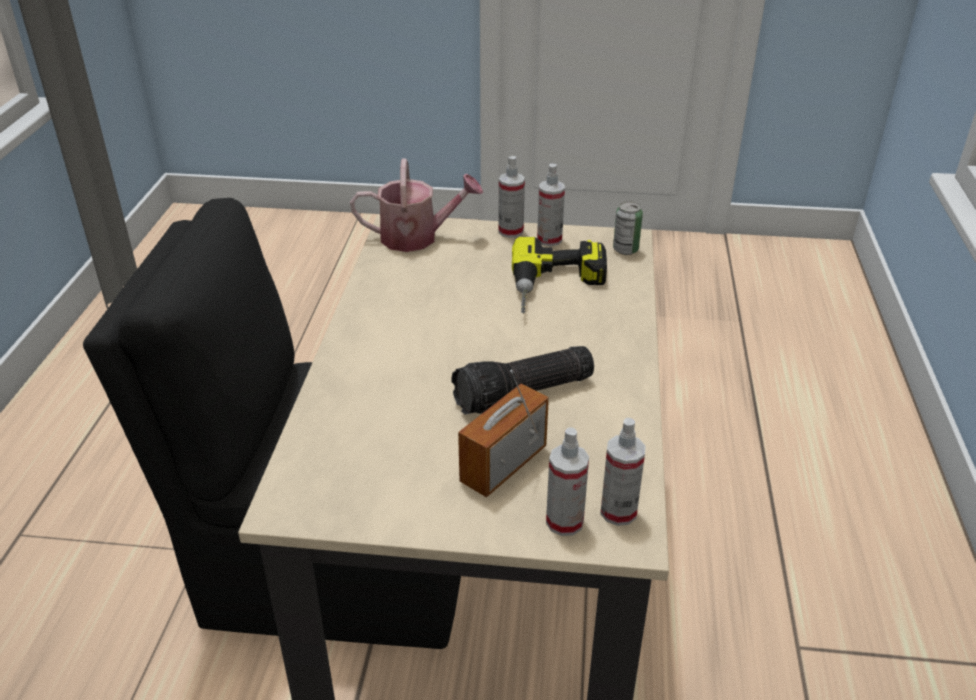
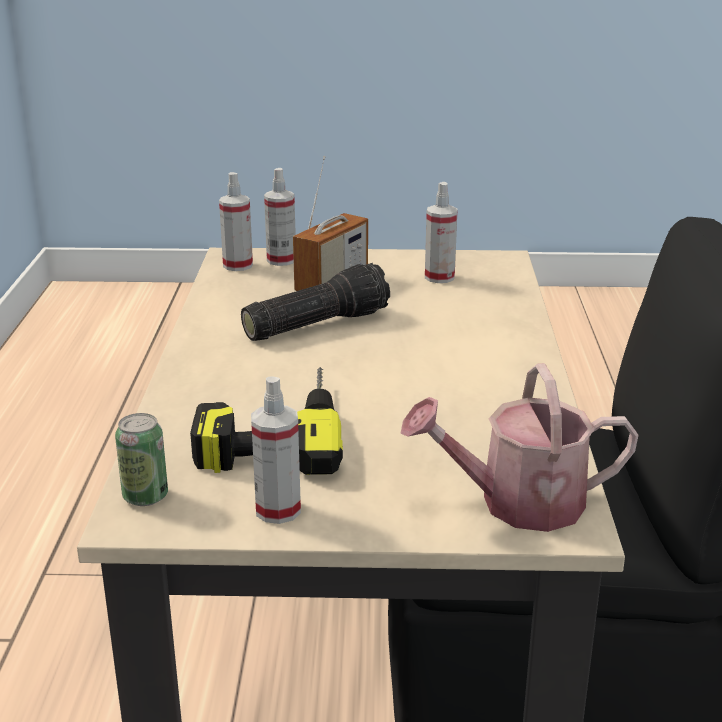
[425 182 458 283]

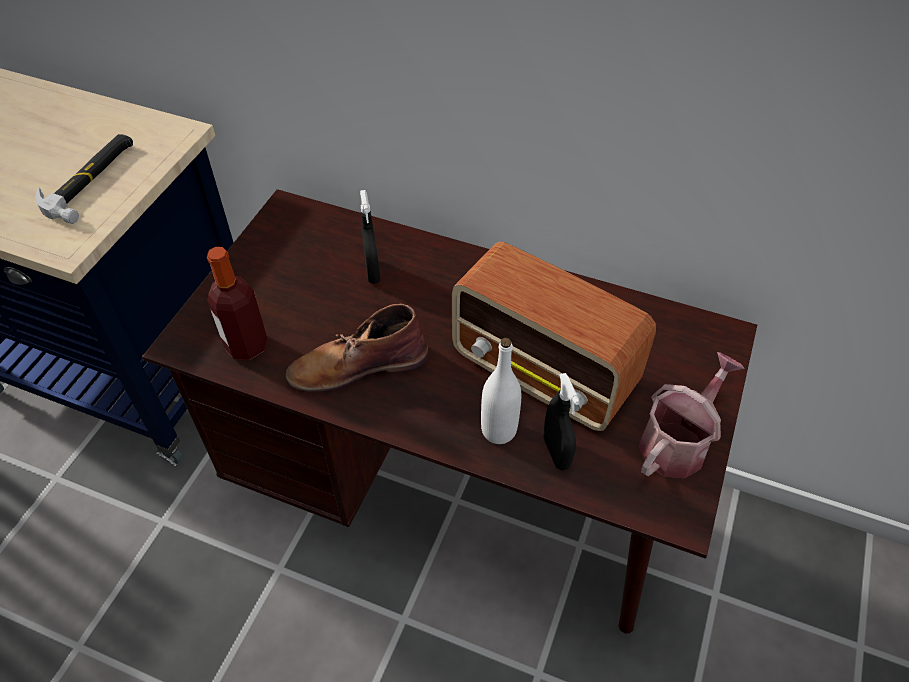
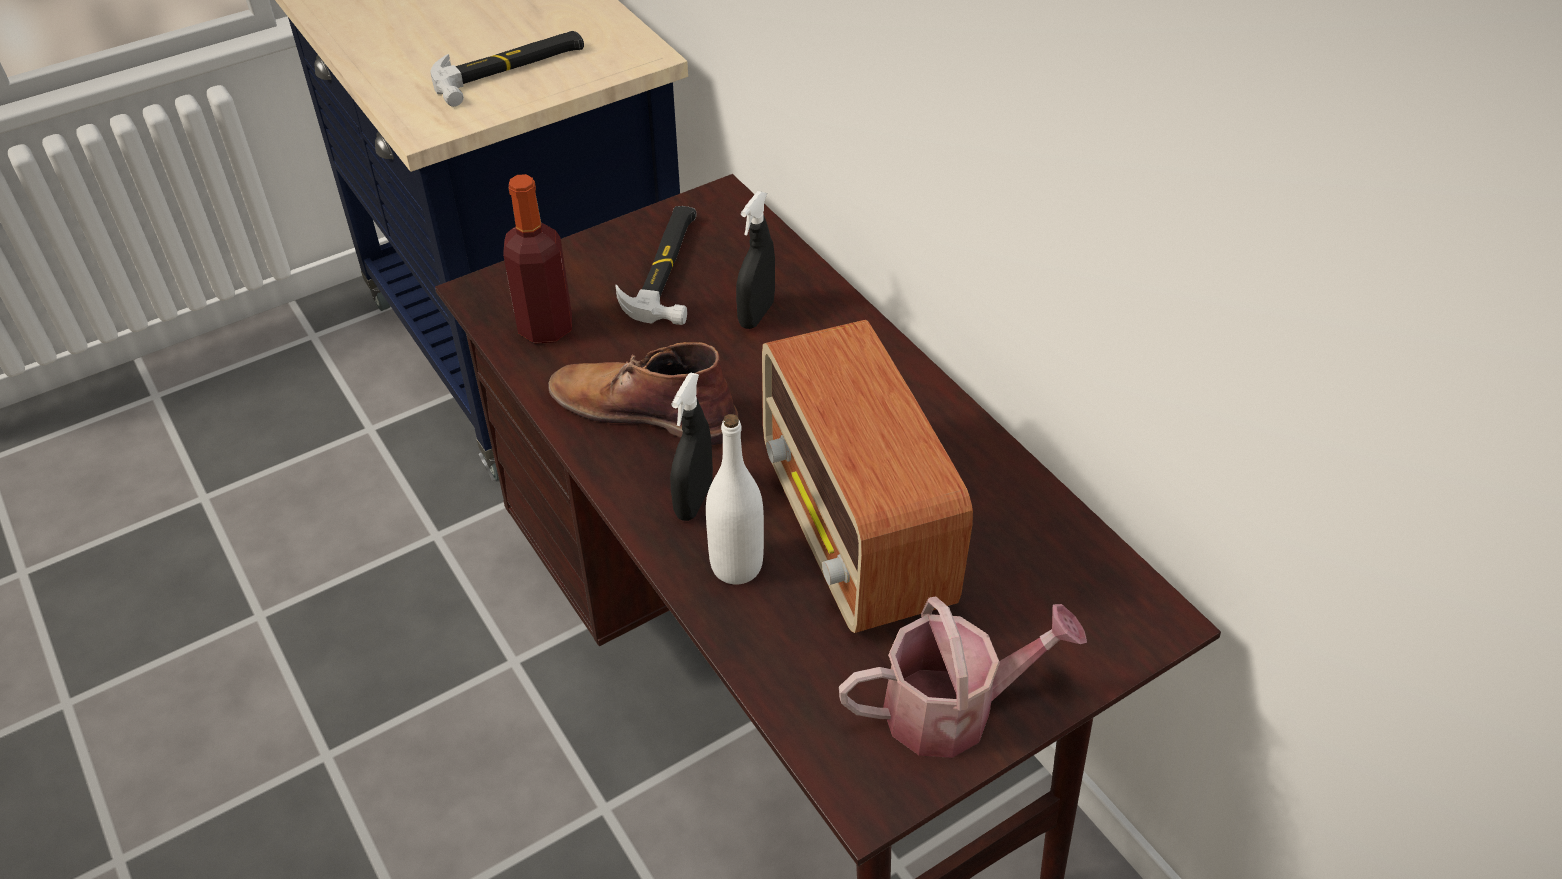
[615 206 697 325]
[670 373 713 521]

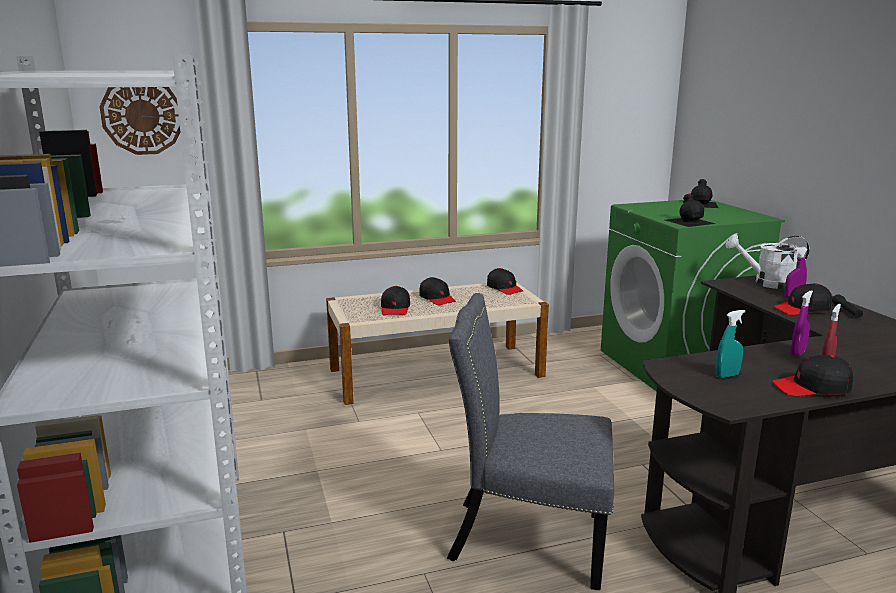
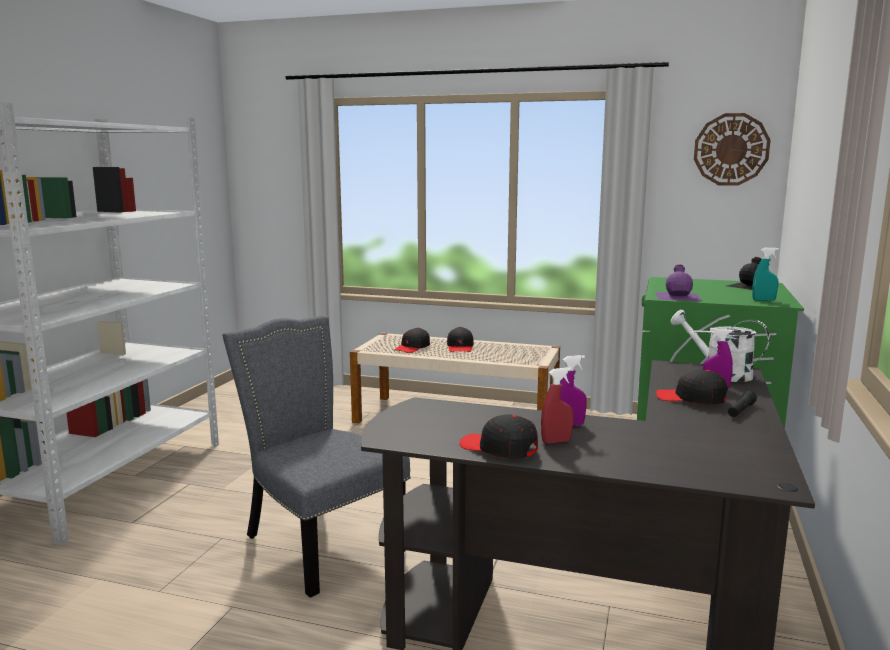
[487 268 523 295] (first image)
[694 113 771 186]
[752 248 779 301]
[655 265 702 301]

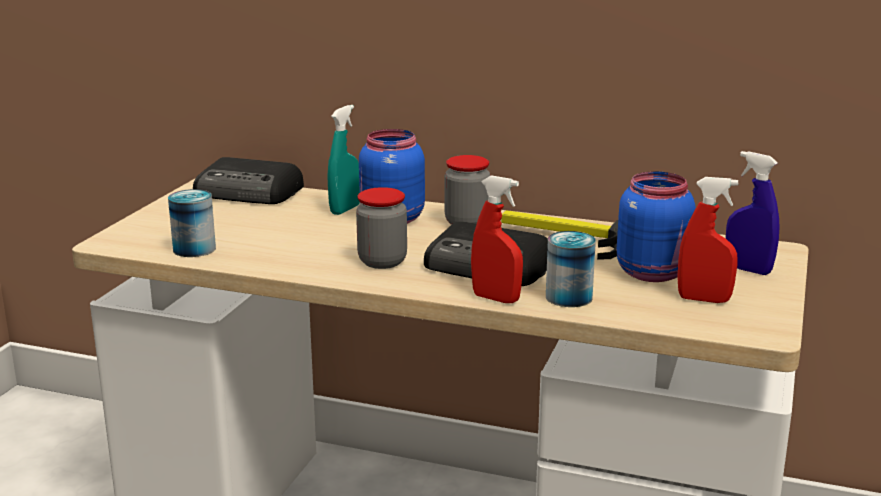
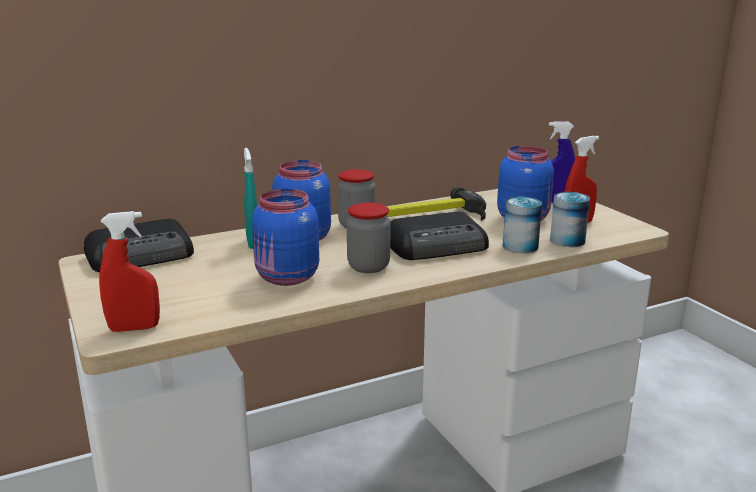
[252 189 319 286]
[550 192 590 247]
[99 211 160 332]

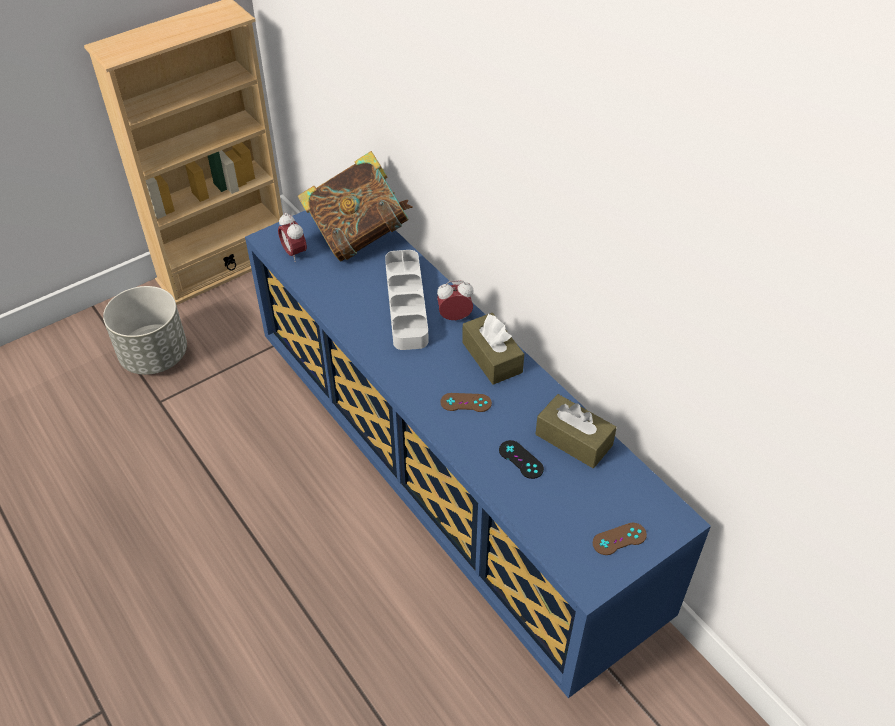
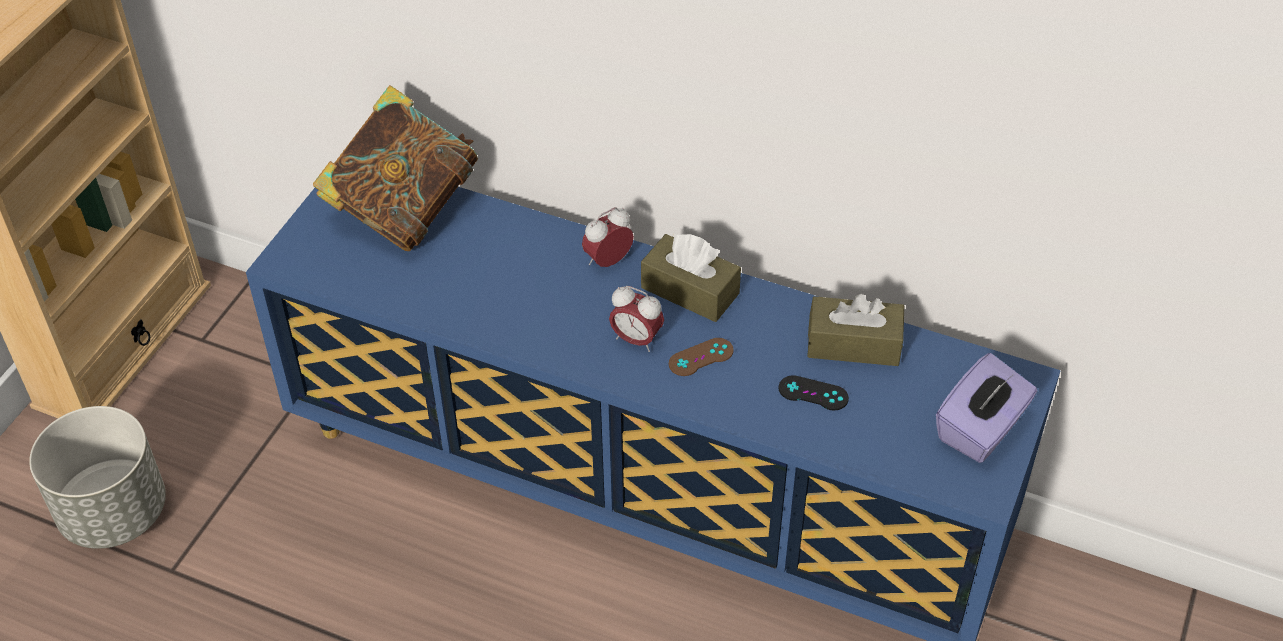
[385 250 429 350] (first image)
[609 286 664 352]
[936 353 1037 463]

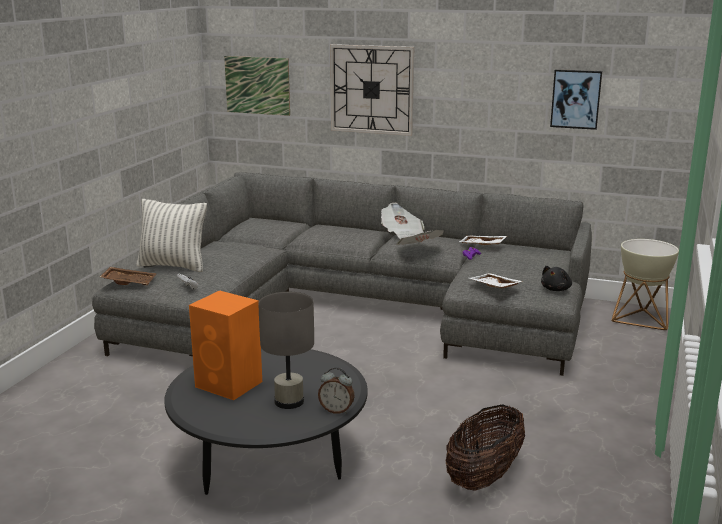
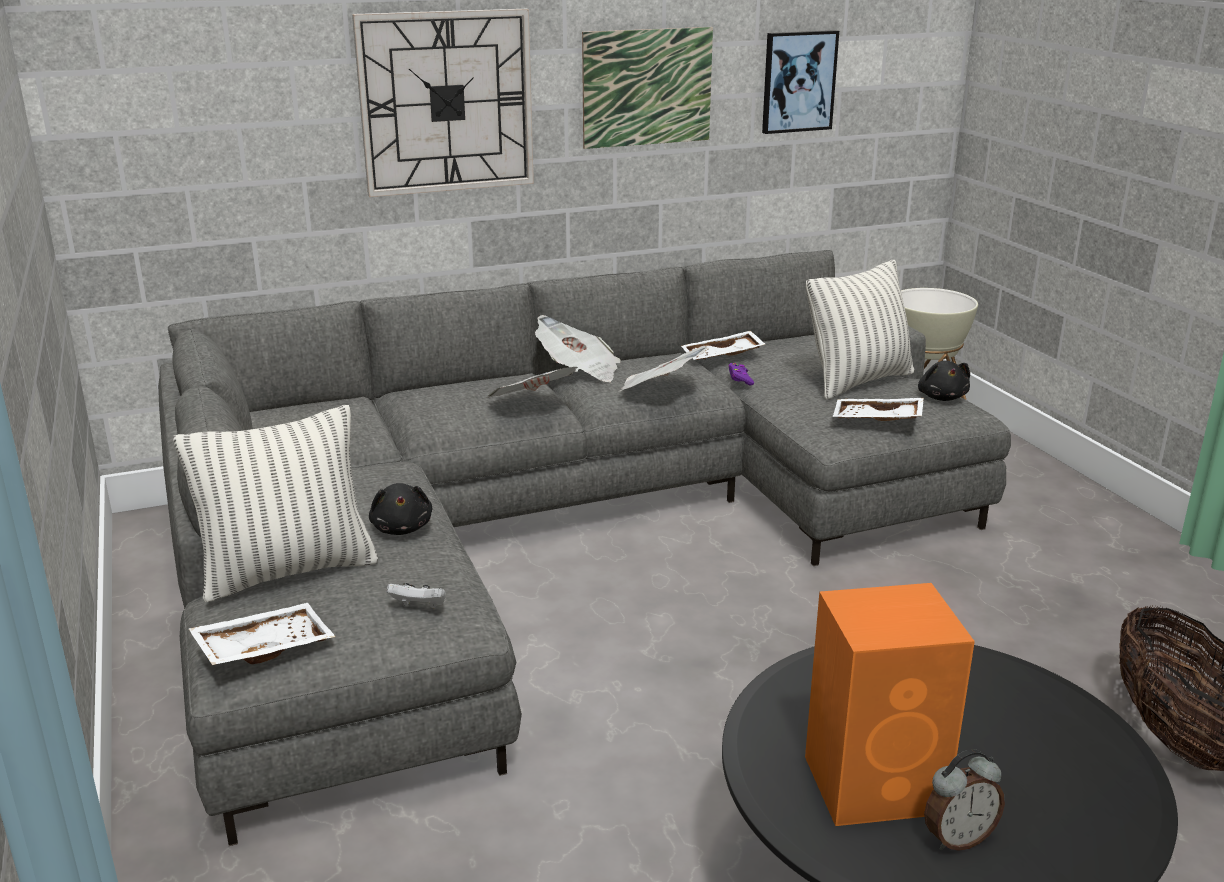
[259 292 314 409] (first image)
[369 483 432 535]
[486 367 578 398]
[806 260 914 400]
[582 27 713 149]
[924 749 1005 851]
[189 603 336 665]

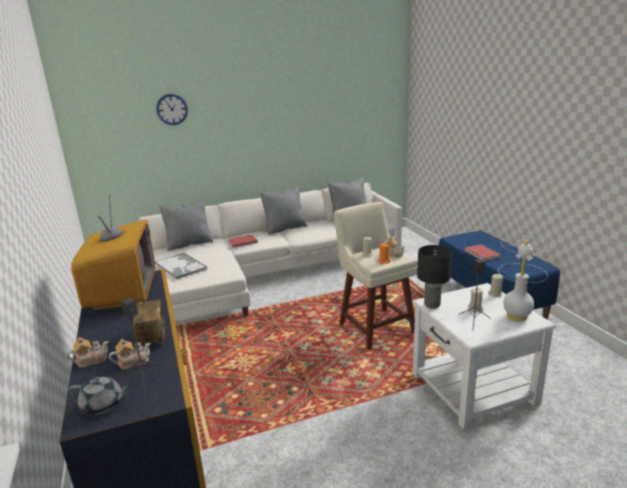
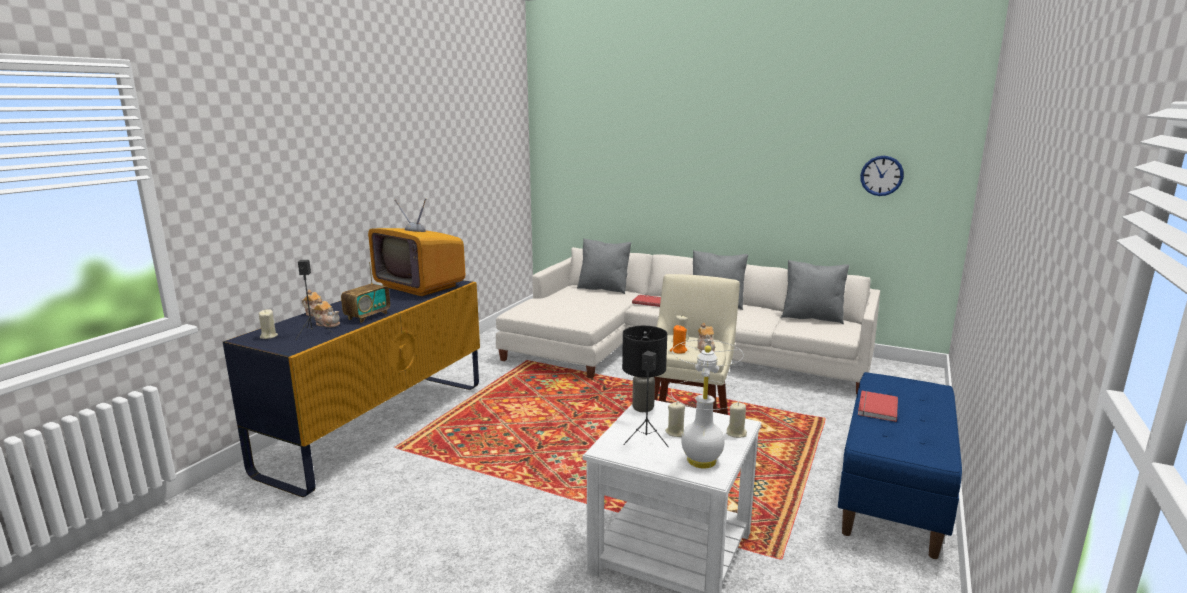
[155 253 207 279] (first image)
[860 156 904 196]
[259 309 278 339]
[368 198 465 296]

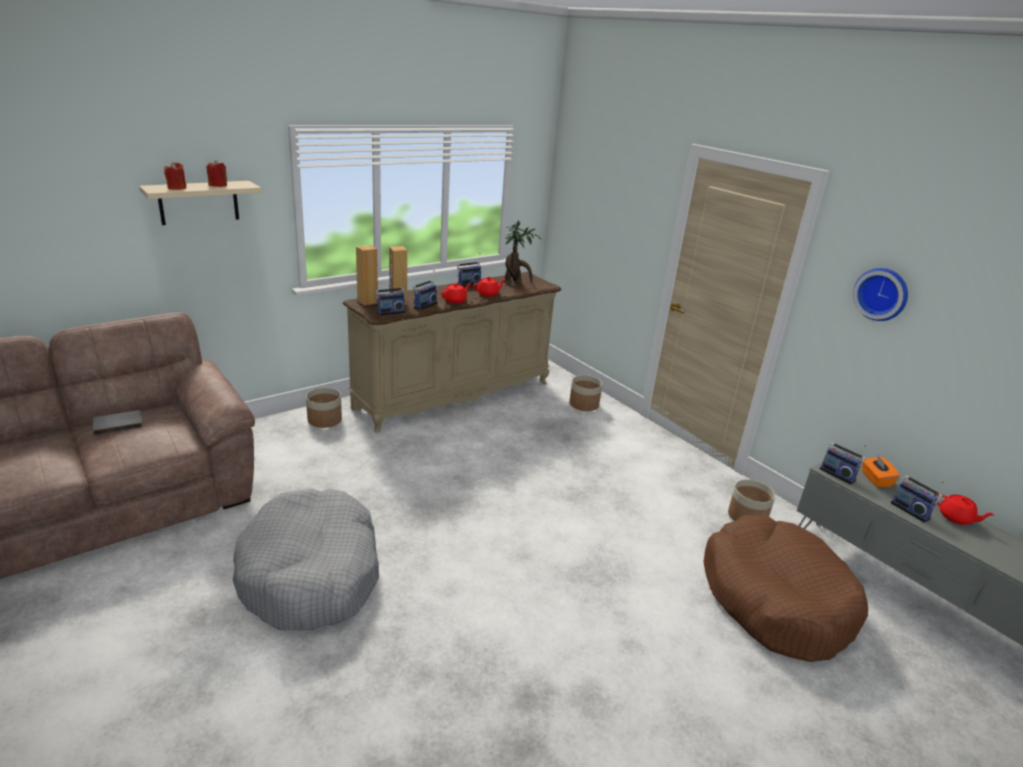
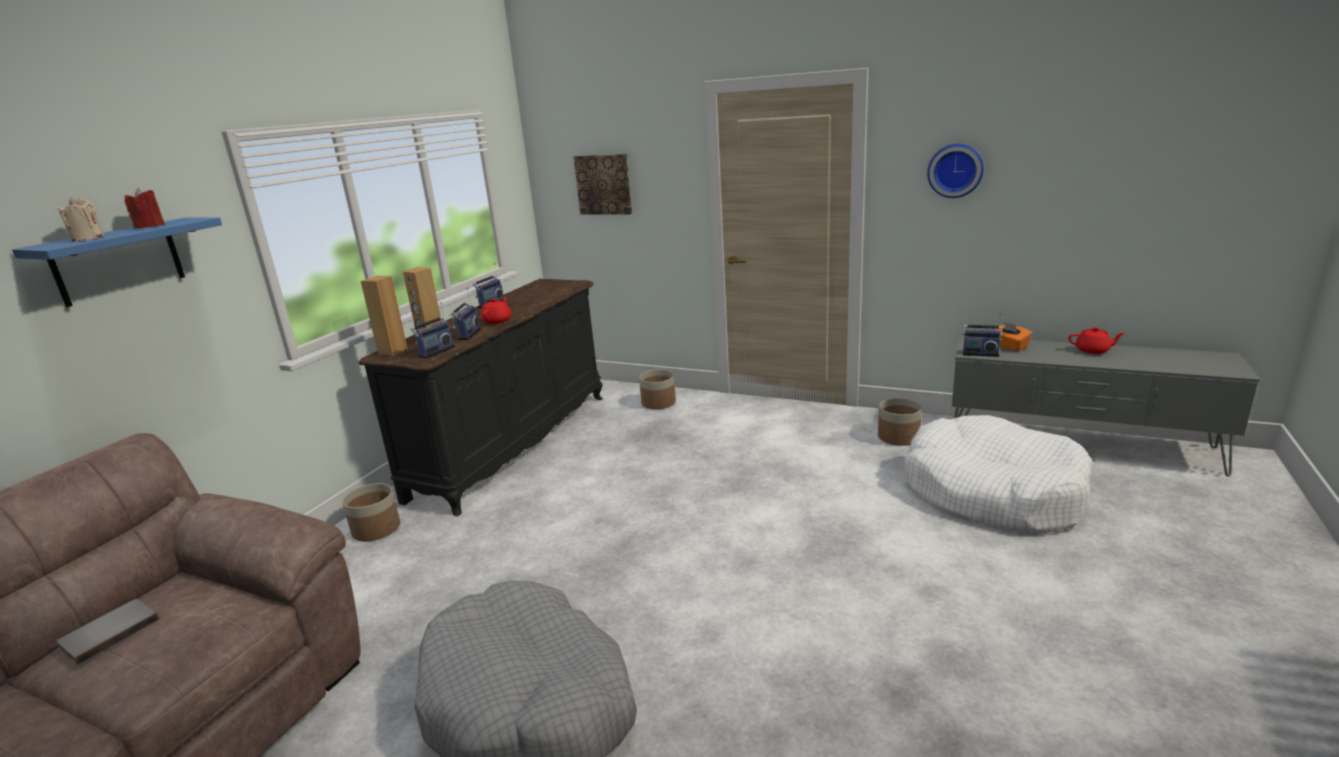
[473 277 506 296] (first image)
[504 219 541 284] (first image)
[890 476 943 523] (first image)
[573 154 632 215]
[12 217 222 307]
[57 198 104 242]
[359 279 603 516]
[904 415 1092 535]

